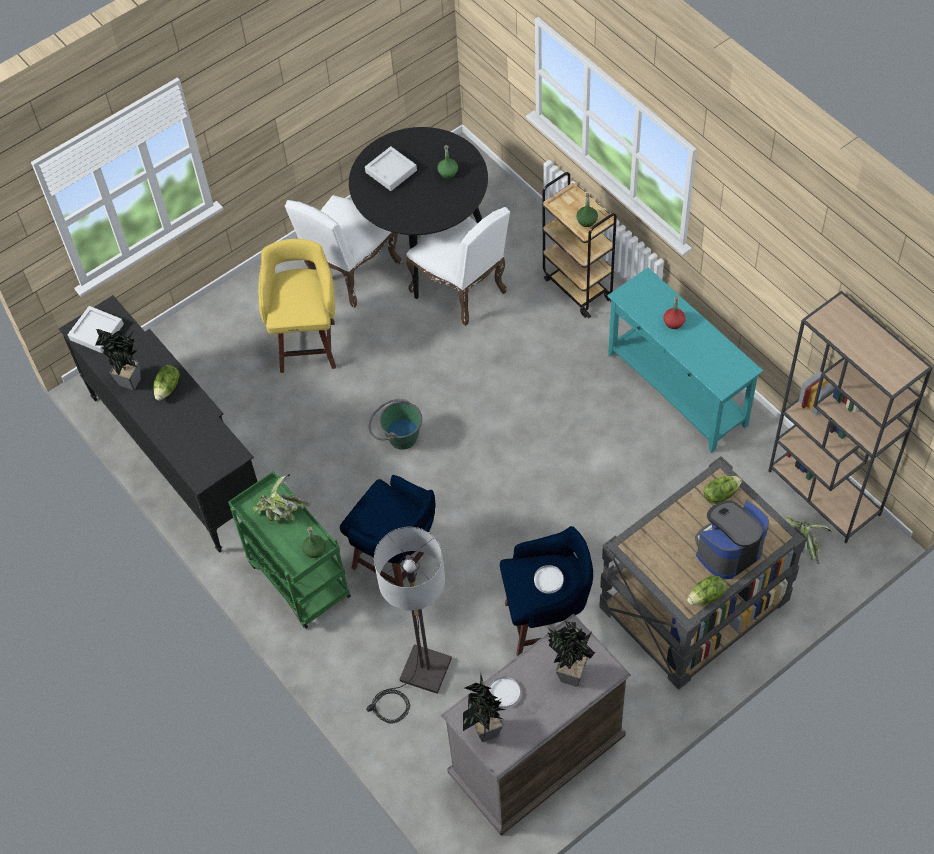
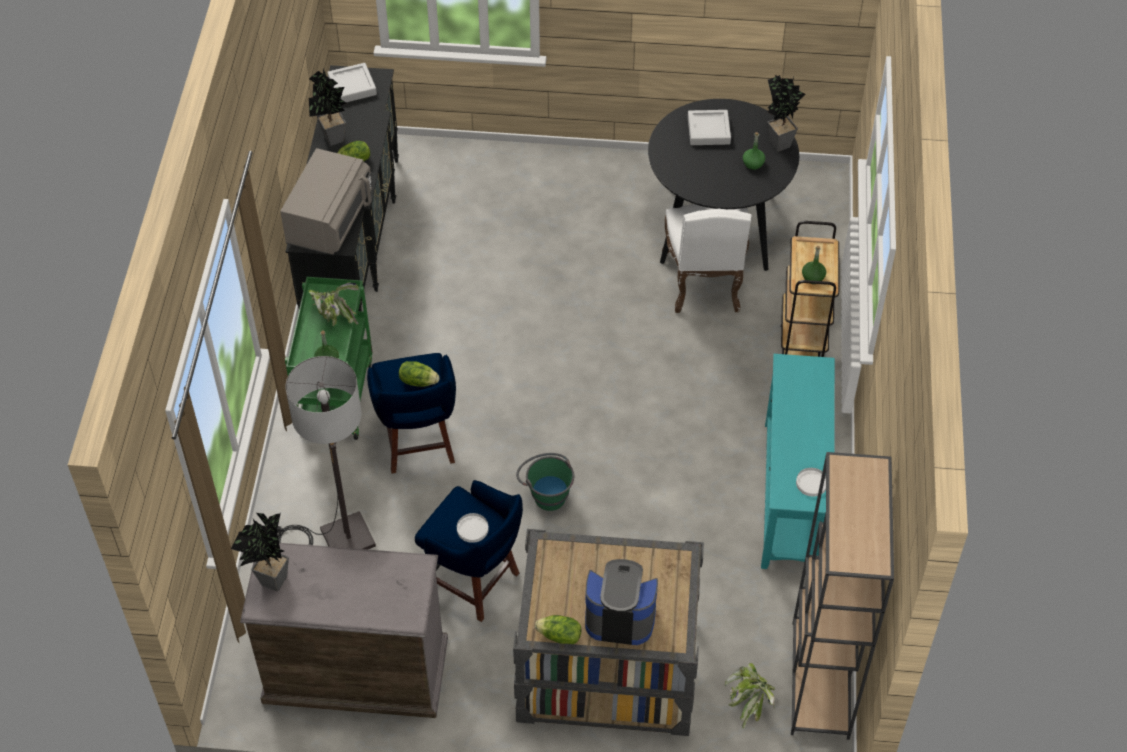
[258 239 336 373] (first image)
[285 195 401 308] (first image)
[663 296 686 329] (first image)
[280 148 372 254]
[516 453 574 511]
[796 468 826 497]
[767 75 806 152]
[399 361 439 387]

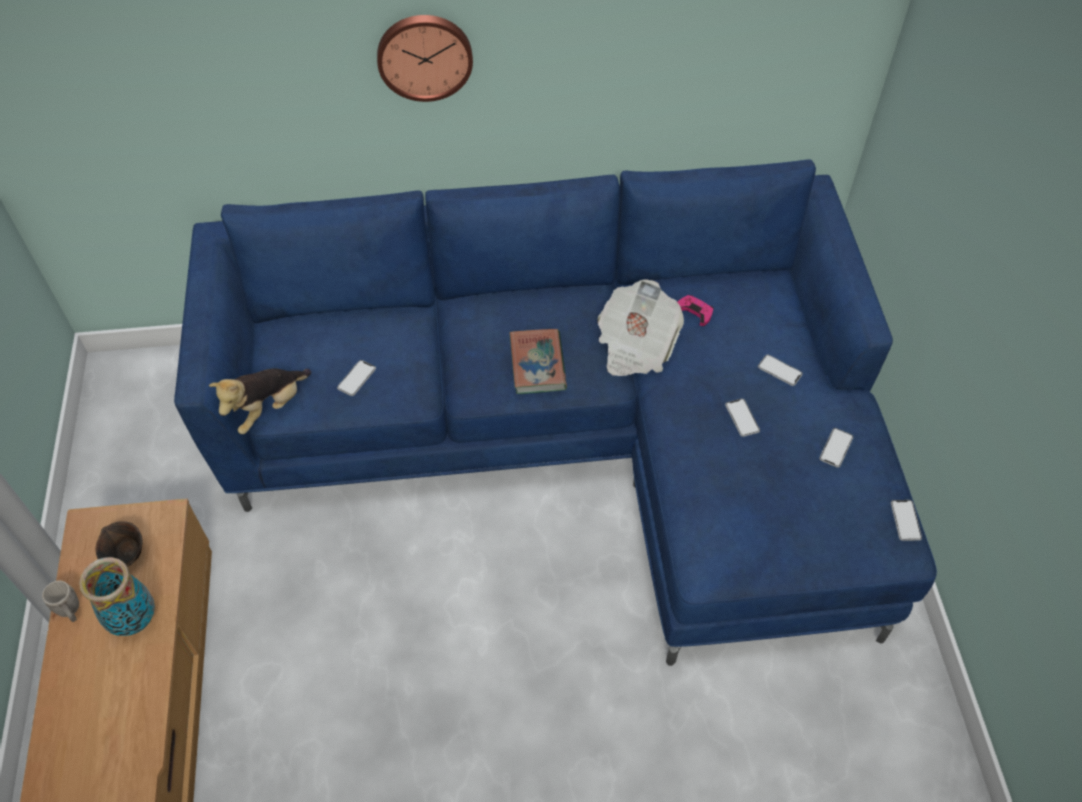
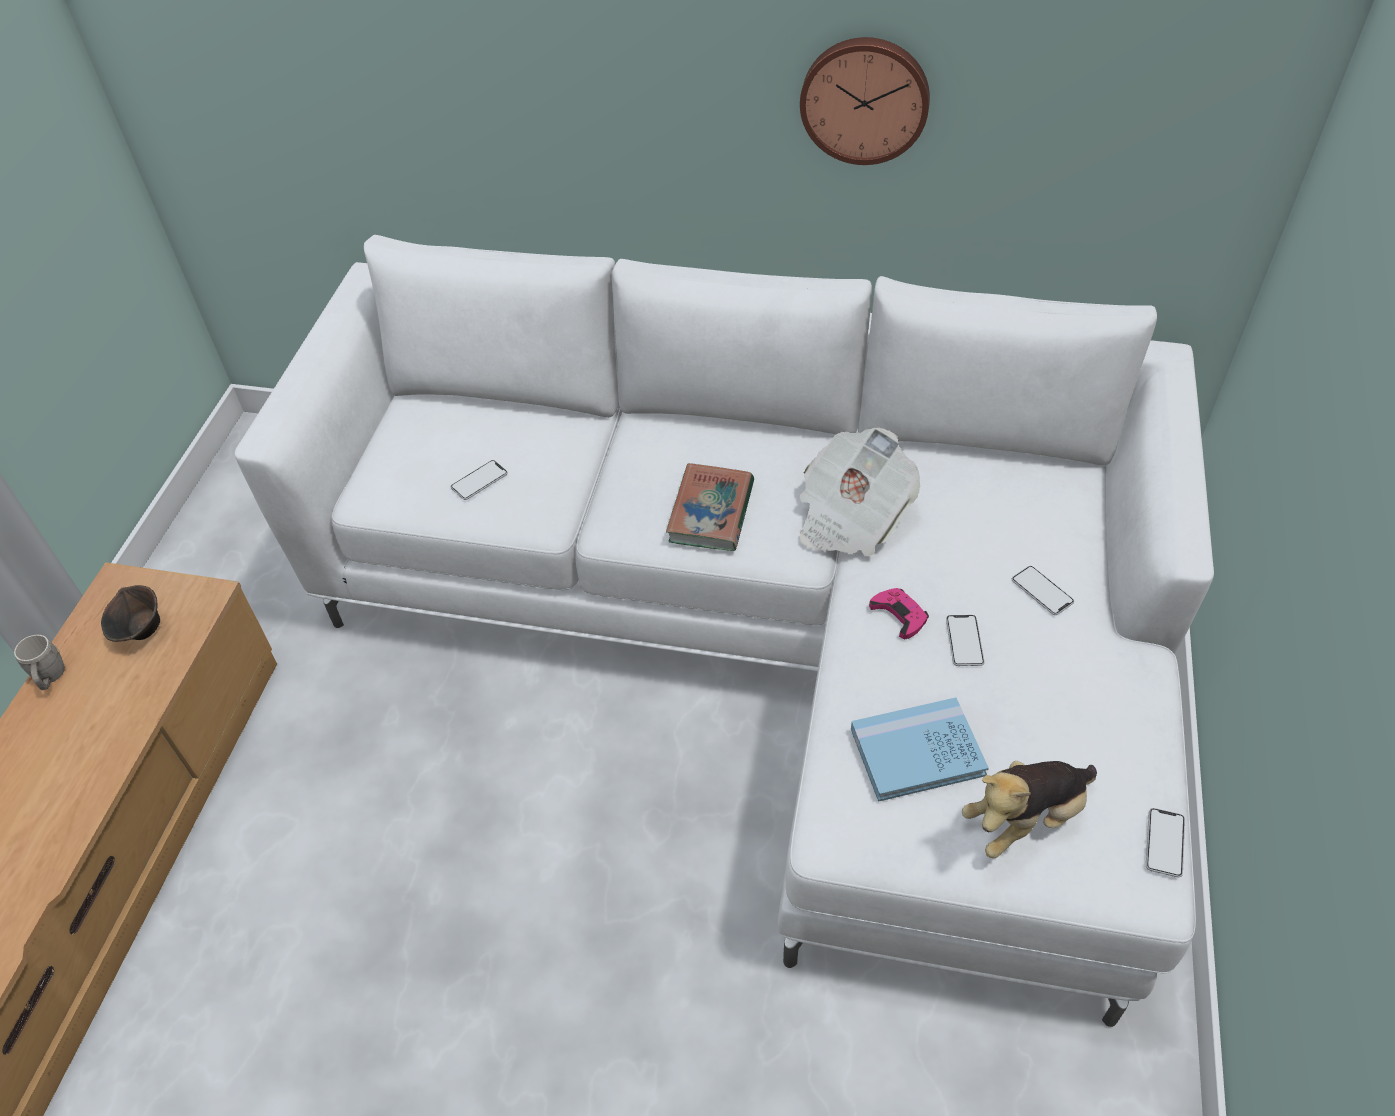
[79 557 155 636] (first image)
[819 428 853 468] (first image)
[851 697 989 802]
[962 761 1097 858]
[800 37 930 165]
[869 588 929 639]
[235 235 1214 1027]

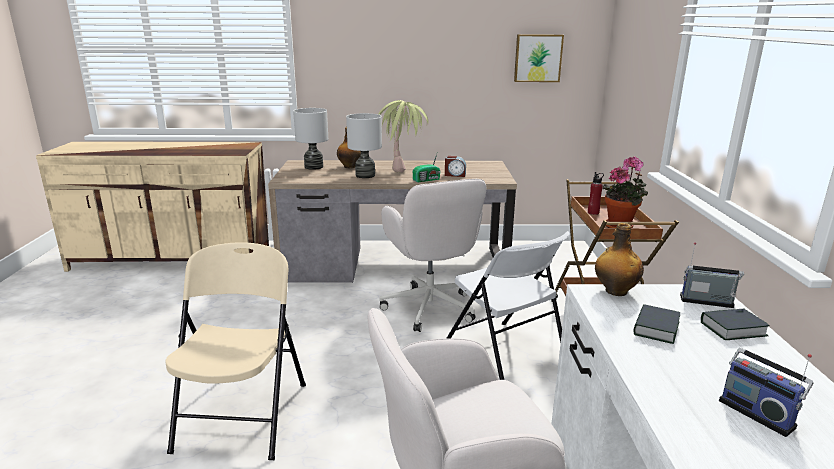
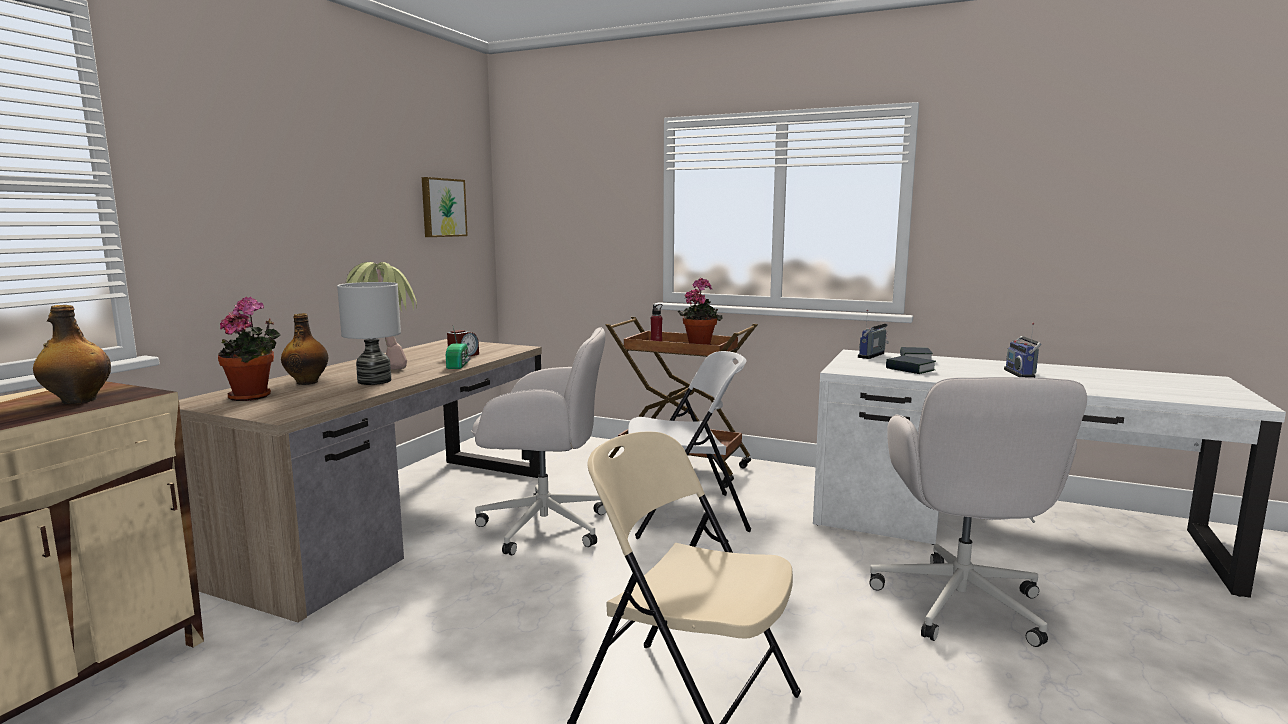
[33 305 111 404]
[218 297 281 401]
[1004 323 1042 378]

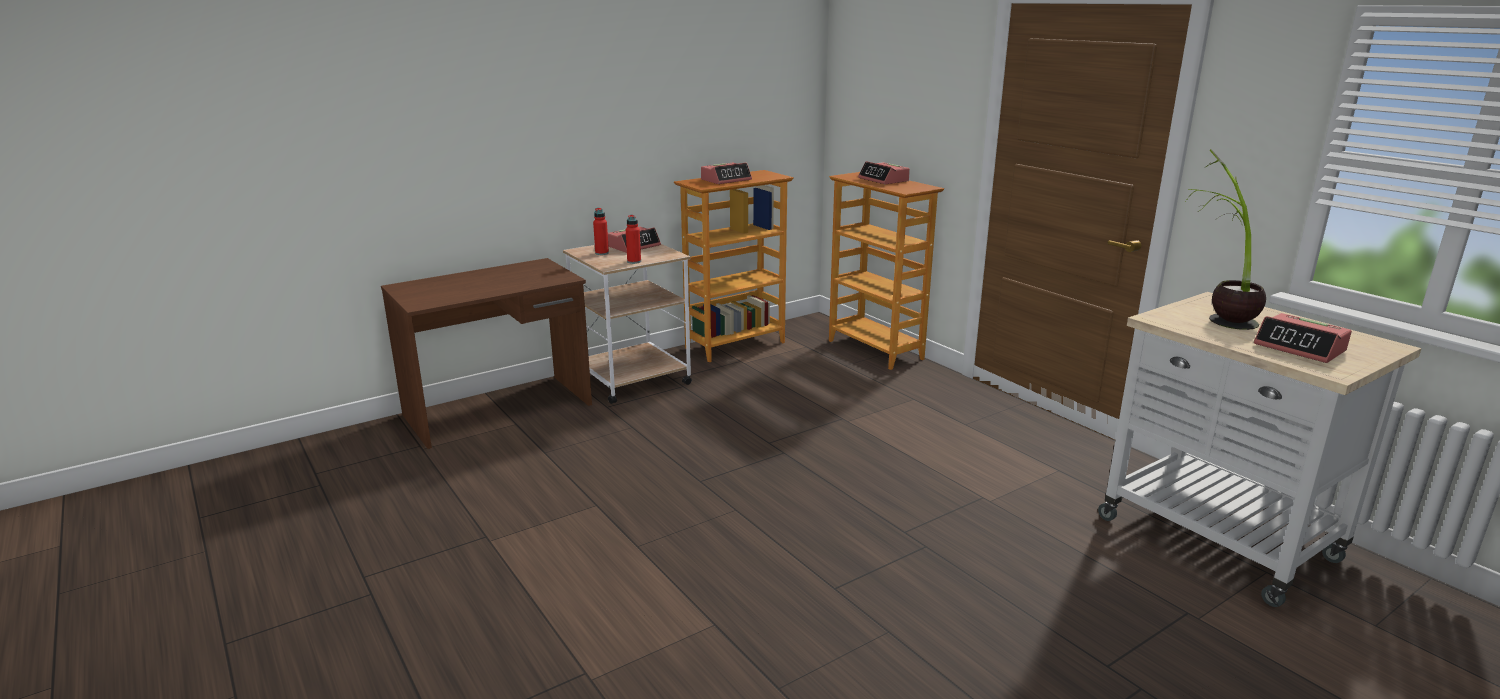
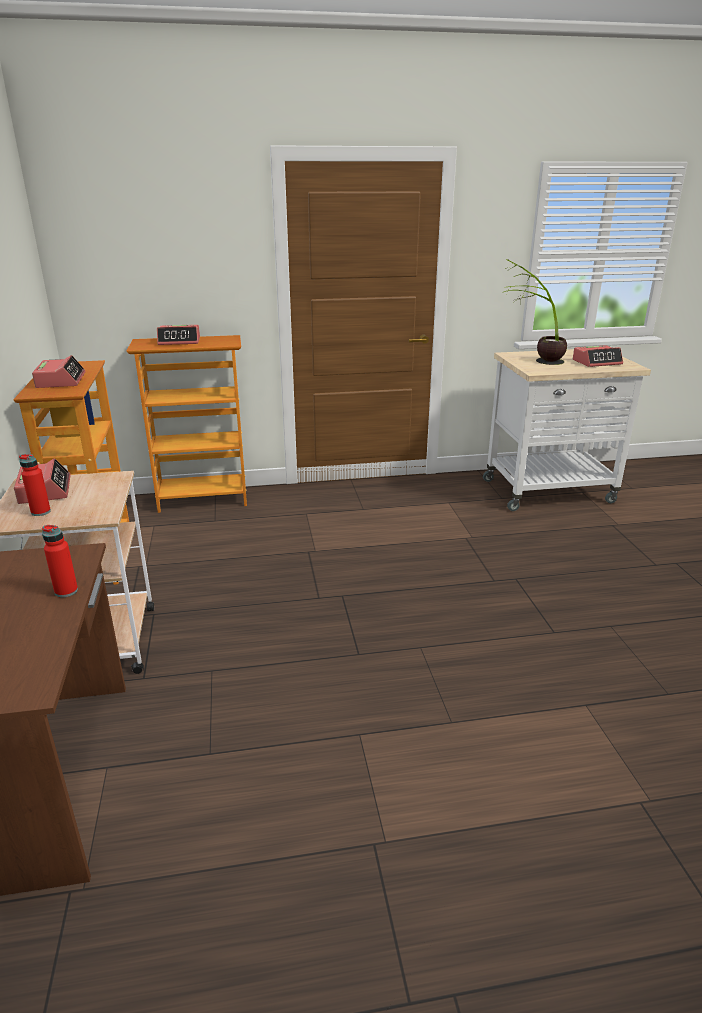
[42 525 78 597]

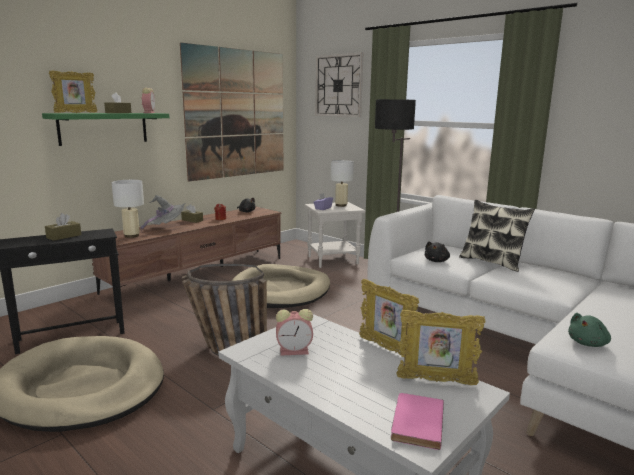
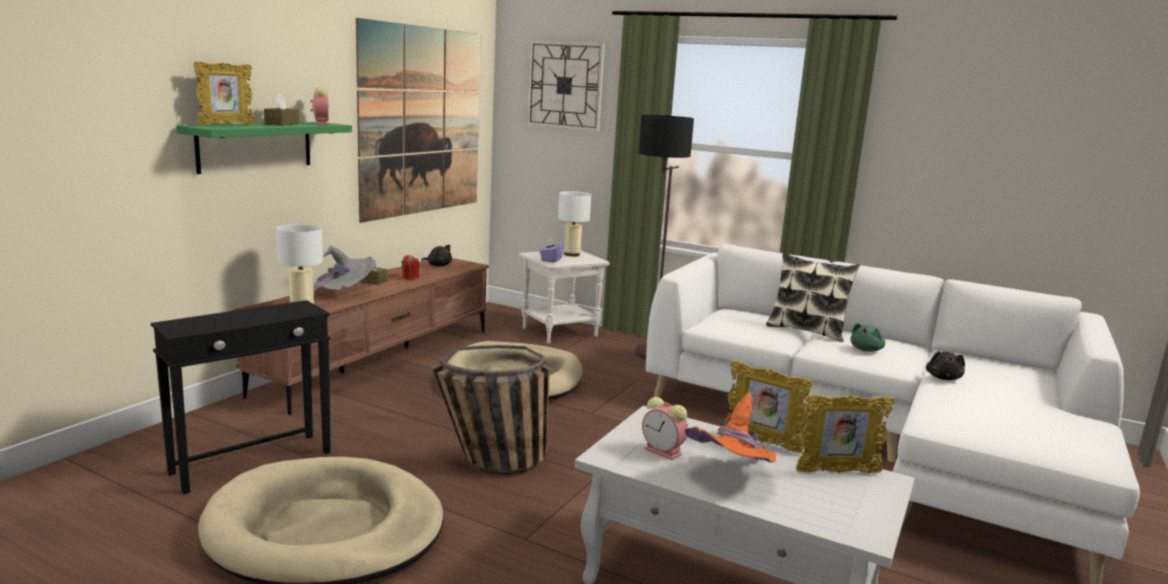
[45 213 81 241] (first image)
[391 393 444 450] (first image)
[685 392 776 463]
[926 351 965 380]
[851 323 885 352]
[642 397 688 460]

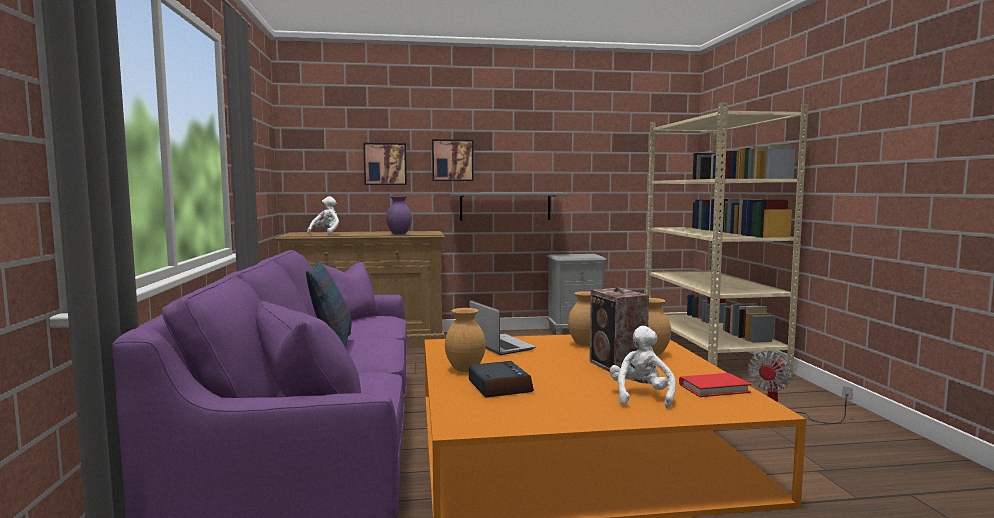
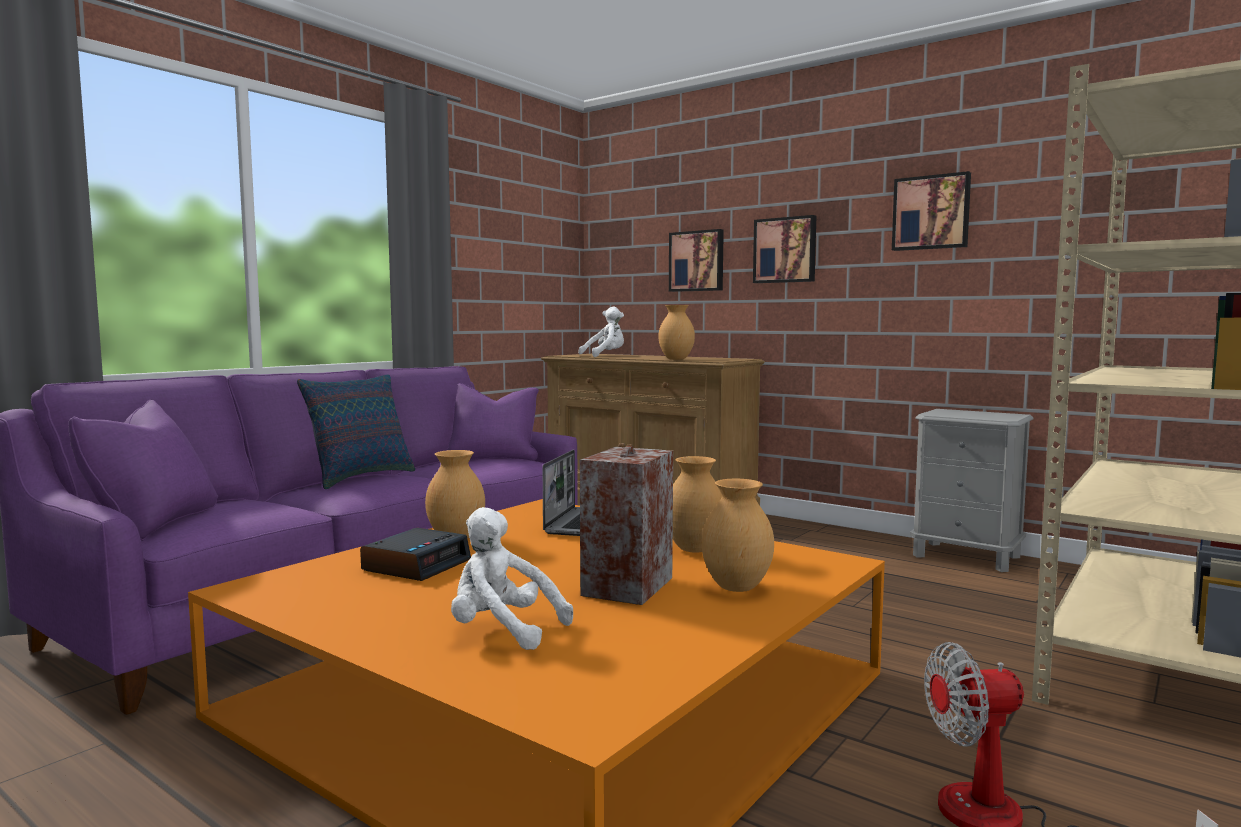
[449 193 567 221] (first image)
[679 373 751 397] (first image)
[892 171 971 251]
[658 305 695 360]
[451 507 573 650]

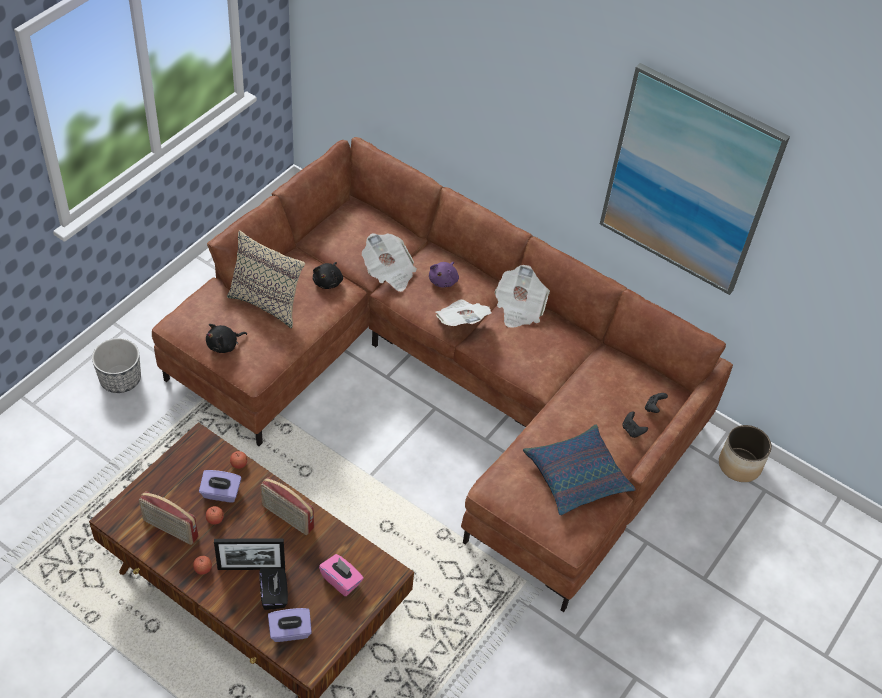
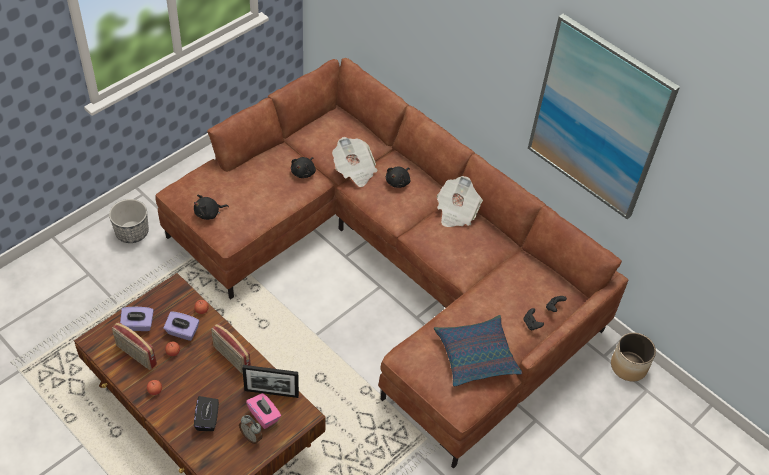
[227 231 305 328] (first image)
[435 299 492 326] (first image)
[239 415 263 444]
[242 365 299 398]
[120 307 154 331]
[386 166 411 188]

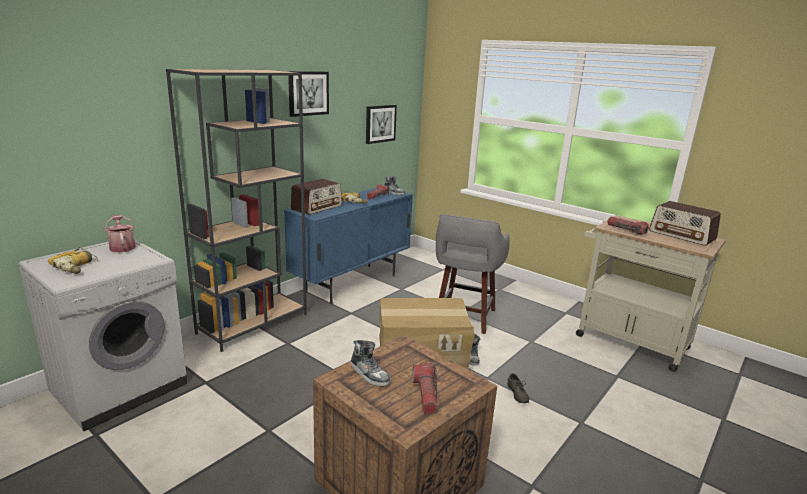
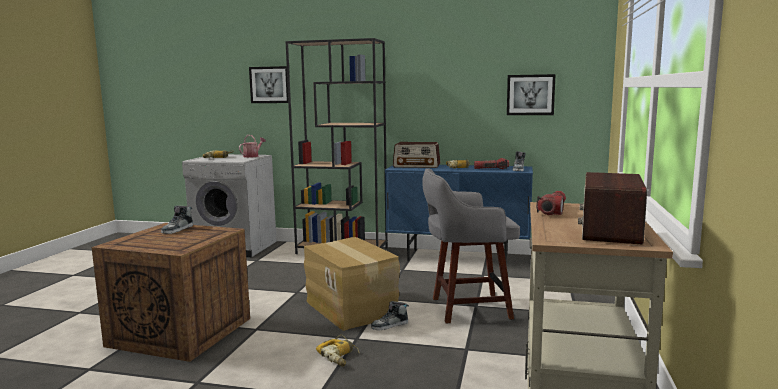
[412 362 438 414] (first image)
[249 66 288 103]
[316 334 360 366]

